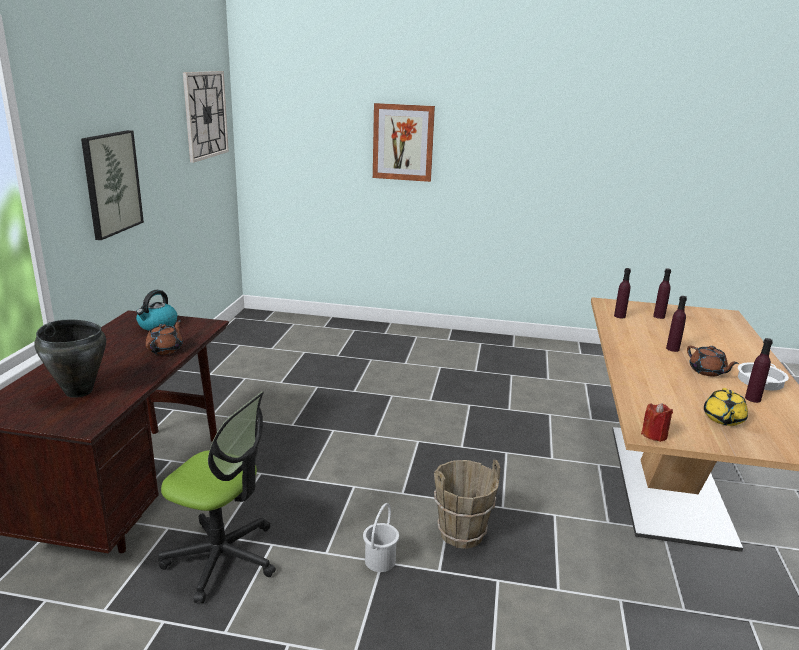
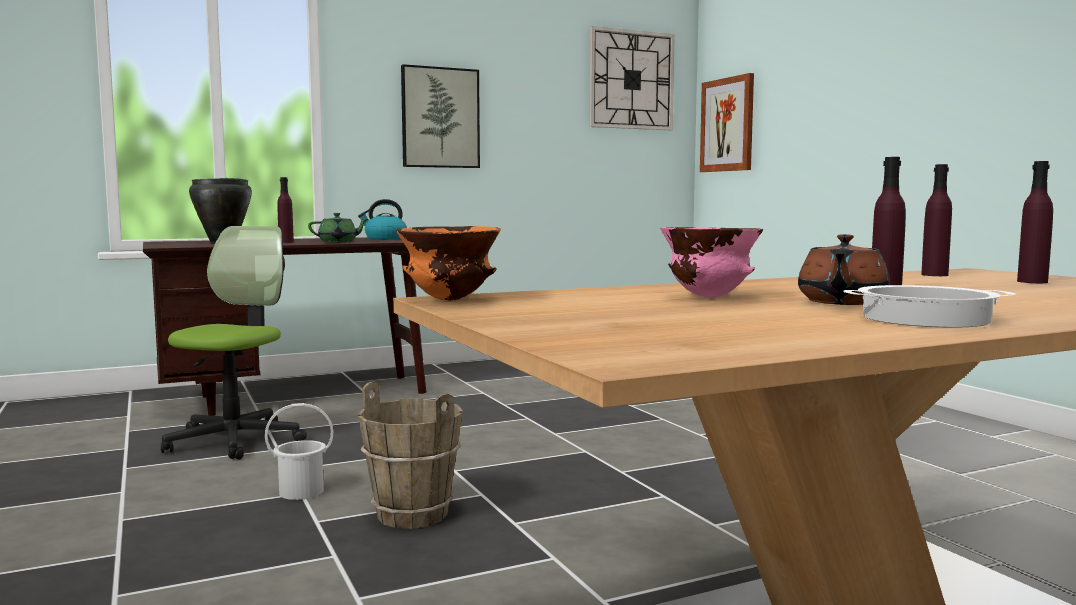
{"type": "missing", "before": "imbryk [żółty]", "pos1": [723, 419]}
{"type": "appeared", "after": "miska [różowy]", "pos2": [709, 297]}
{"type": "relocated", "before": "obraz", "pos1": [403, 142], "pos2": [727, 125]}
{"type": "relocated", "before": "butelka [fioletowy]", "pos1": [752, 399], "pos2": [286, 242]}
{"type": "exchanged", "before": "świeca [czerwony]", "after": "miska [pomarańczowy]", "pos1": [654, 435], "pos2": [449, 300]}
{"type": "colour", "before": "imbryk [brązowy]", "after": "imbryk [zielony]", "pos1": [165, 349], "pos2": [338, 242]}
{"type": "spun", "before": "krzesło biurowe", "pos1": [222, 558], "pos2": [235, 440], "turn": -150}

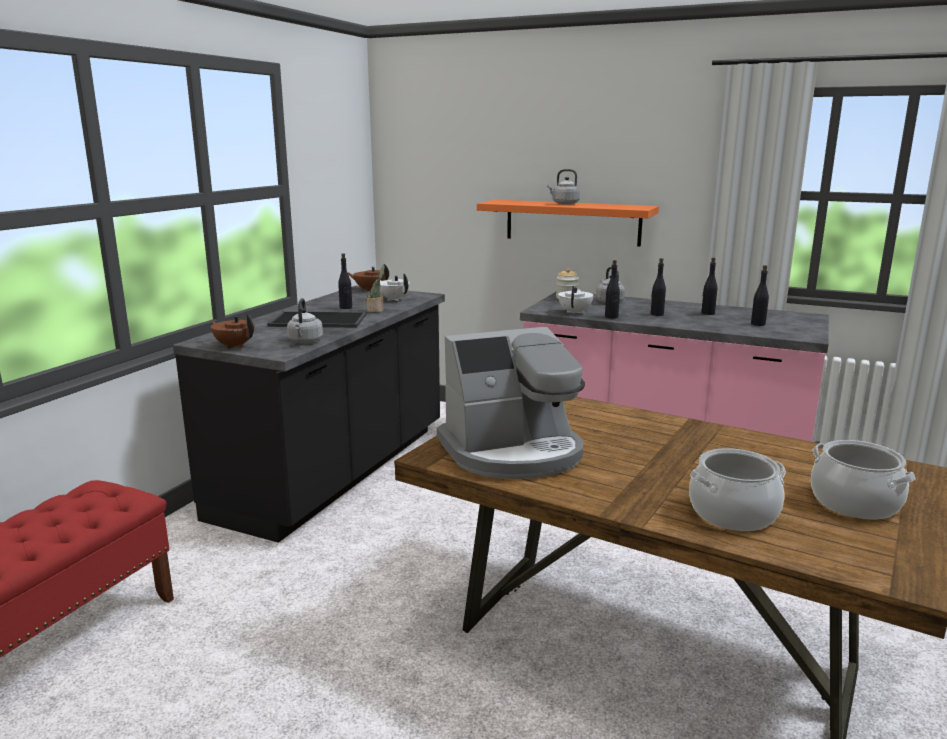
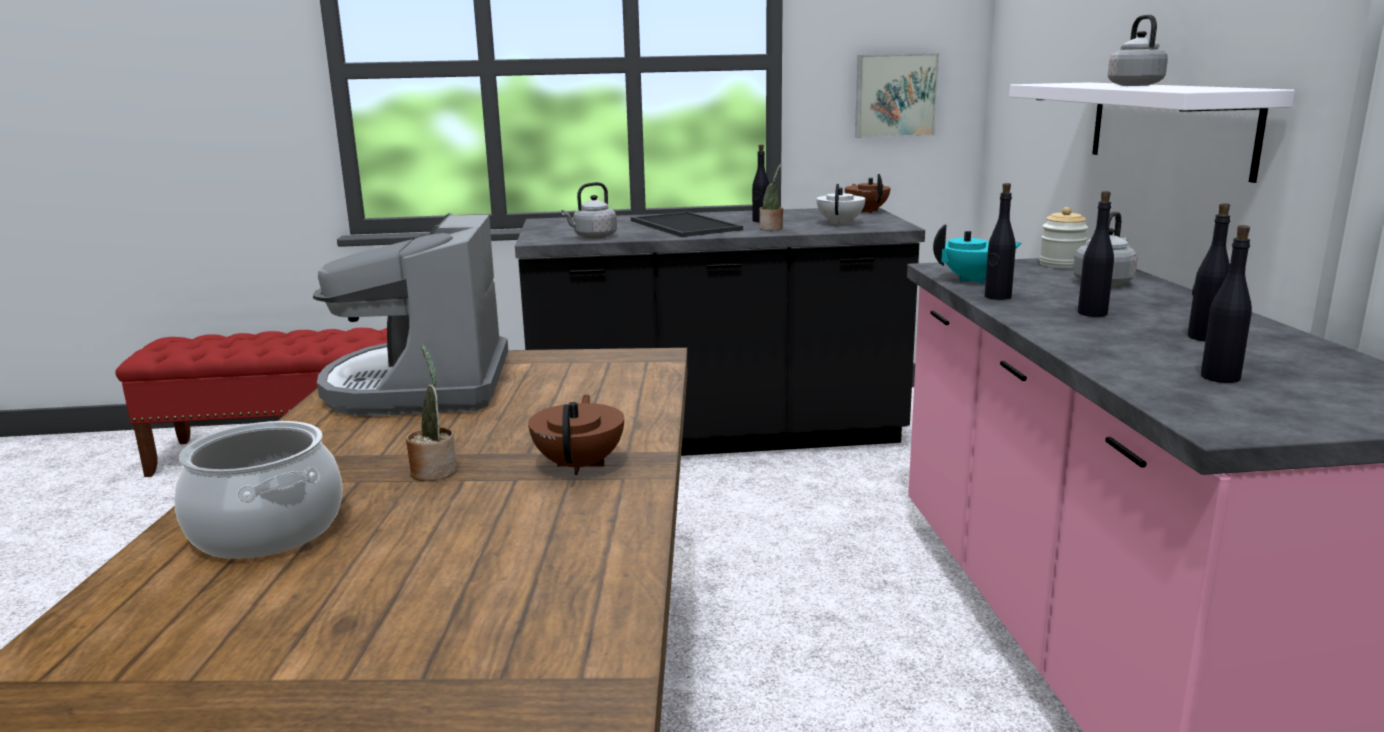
{"type": "missing", "before": "garnek", "pos1": [854, 503]}
{"type": "appeared", "after": "roślina doniczkowa", "pos2": [434, 470]}
{"type": "appeared", "after": "obraz", "pos2": [895, 95]}
{"type": "relocated", "before": "imbryk [brązowy]", "pos1": [234, 346], "pos2": [580, 465]}
{"type": "colour", "before": "półka [pomarańczowy]", "after": "półka [biały]", "pos1": [572, 222], "pos2": [1169, 126]}
{"type": "colour", "before": "imbryk [biały]", "after": "imbryk [turkusowy]", "pos1": [575, 312], "pos2": [975, 280]}
{"type": "spun", "before": "ekspres do kawy", "pos1": [513, 452], "pos2": [421, 387], "turn": 45}

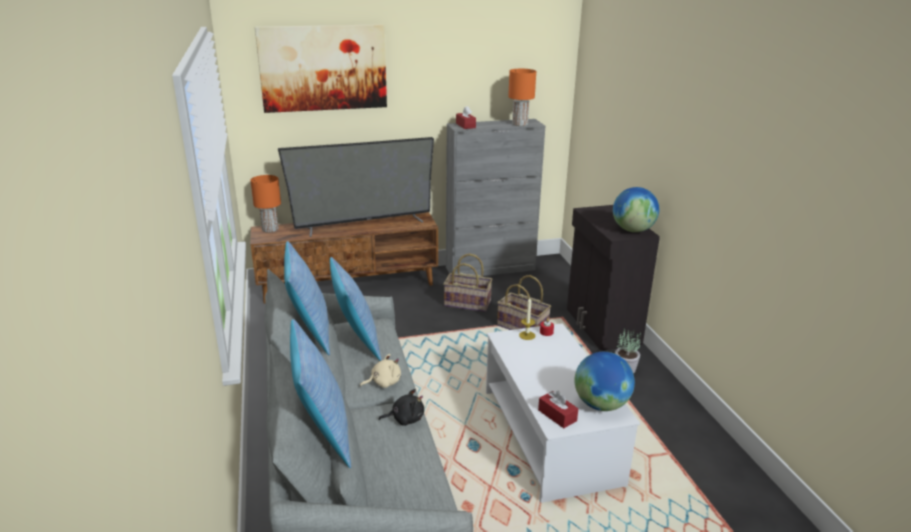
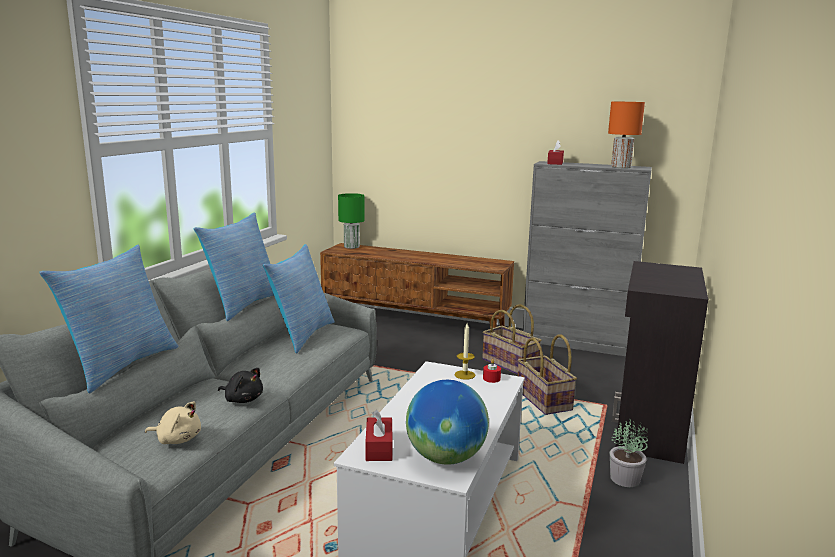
{"type": "missing", "before": "obraz", "pos1": [323, 68]}
{"type": "missing", "before": "telewizor", "pos1": [363, 224]}
{"type": "missing", "before": "globus", "pos1": [633, 230]}
{"type": "relocated", "before": "pluszak [beżowy]", "pos1": [383, 382], "pos2": [177, 439]}
{"type": "colour", "before": "lampa stołowa [pomarańczowy]", "after": "lampa stołowa [zielony]", "pos1": [270, 229], "pos2": [351, 247]}

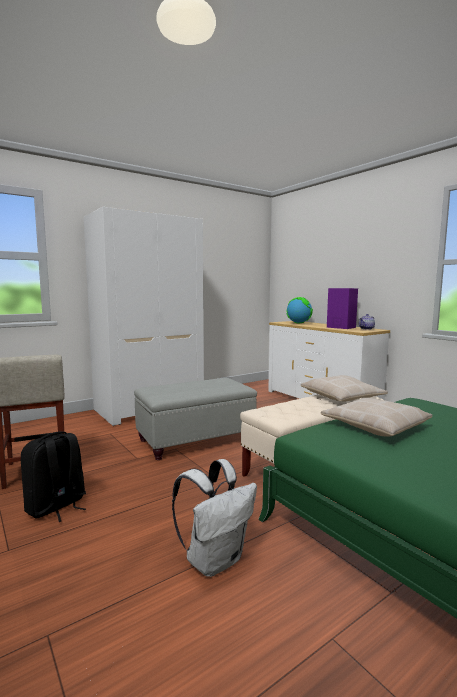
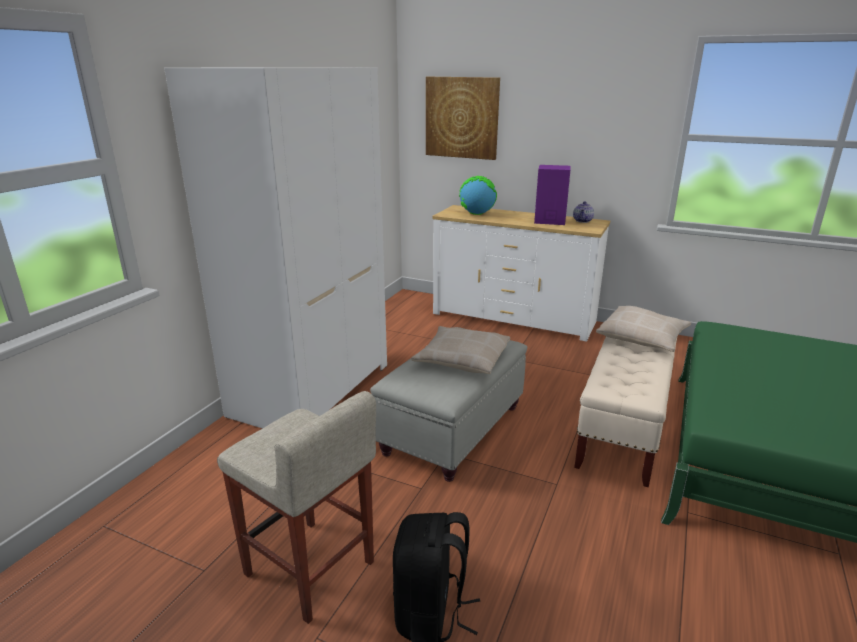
{"type": "missing", "before": "plecak [biały]", "pos1": [215, 560]}
{"type": "appeared", "after": "obraz", "pos2": [462, 118]}
{"type": "relocated", "before": "poduszka [beżowy]", "pos1": [374, 426], "pos2": [462, 359]}

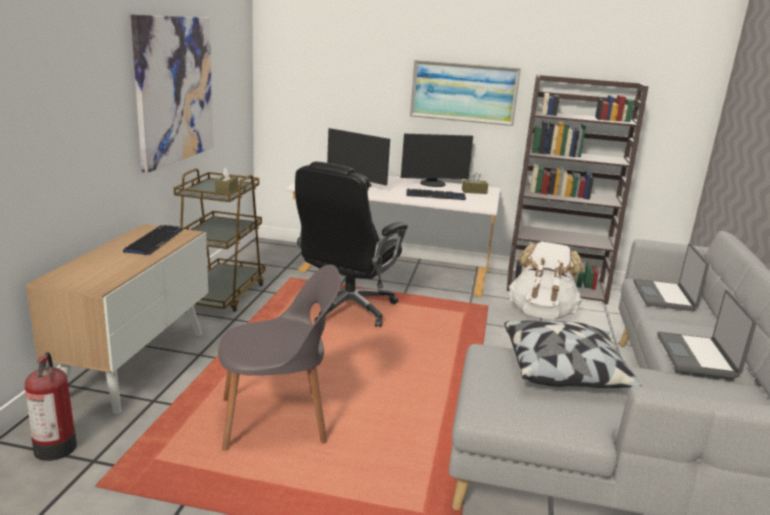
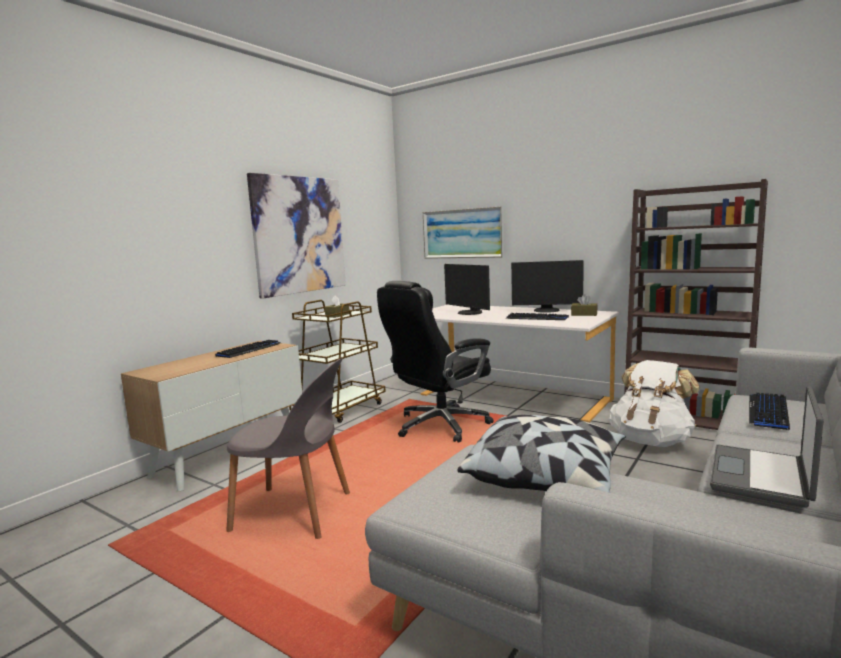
{"type": "missing", "before": "gaśnica", "pos1": [55, 446]}
{"type": "relocated", "before": "obraz", "pos1": [464, 92], "pos2": [462, 233]}
{"type": "exchanged", "before": "laptop", "after": "klawiatura", "pos1": [665, 296], "pos2": [768, 412]}

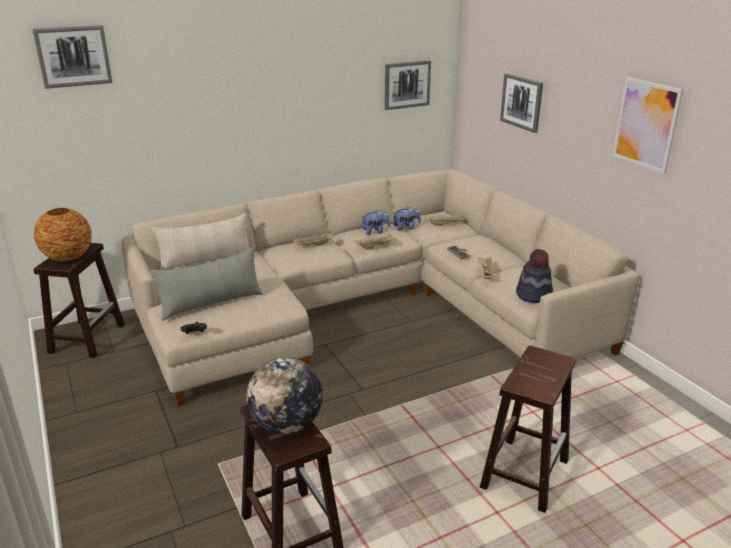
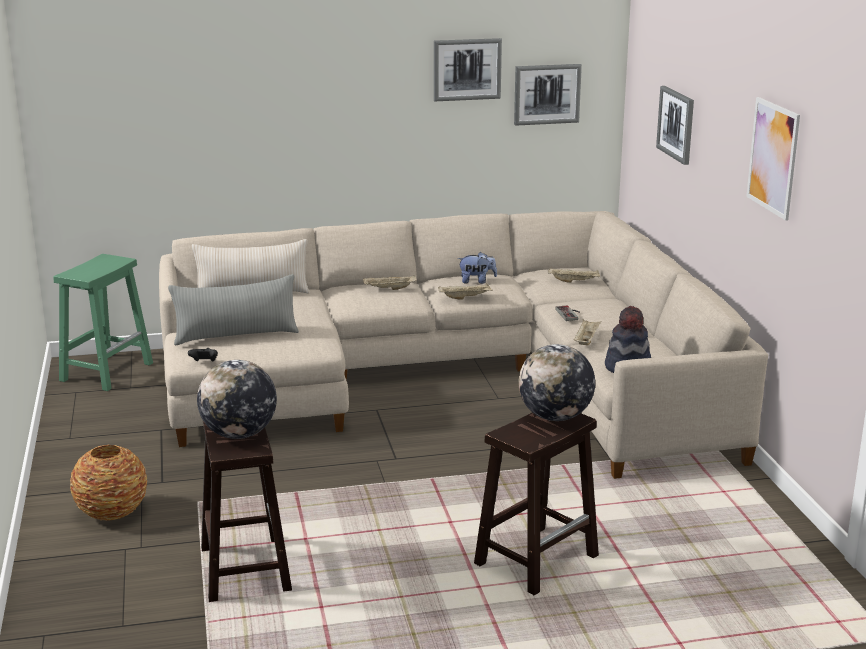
{"type": "missing", "before": "pluszak", "pos1": [406, 228]}
{"type": "appeared", "after": "globus", "pos2": [555, 417]}
{"type": "relocated", "before": "obraz", "pos1": [73, 56], "pos2": [467, 69]}
{"type": "relocated", "before": "wazon", "pos1": [68, 256], "pos2": [112, 512]}
{"type": "colour", "before": "stołek [brązowy]", "after": "stołek [zielony]", "pos1": [88, 338], "pos2": [107, 371]}

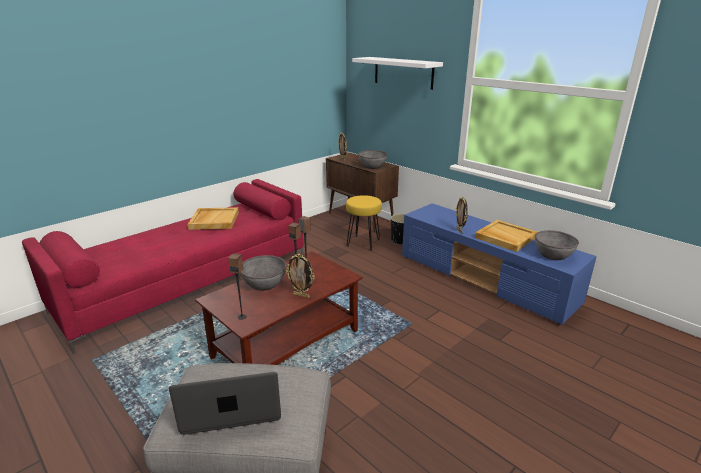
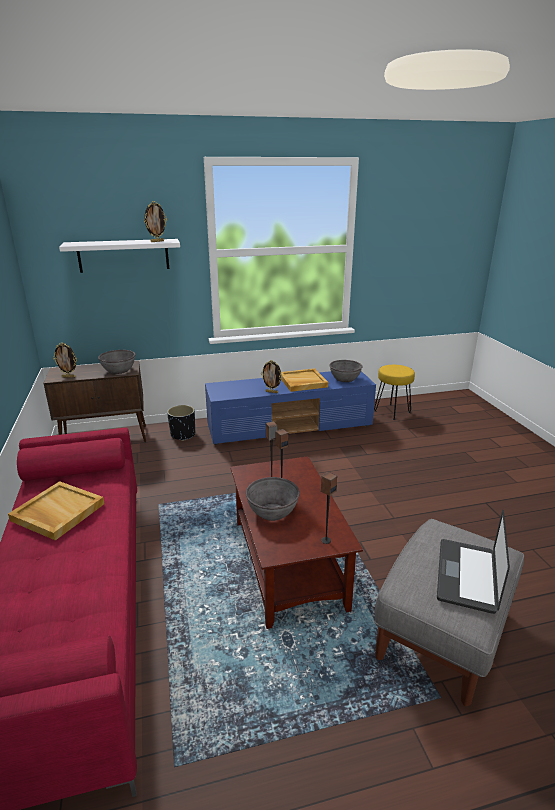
{"type": "relocated", "before": "ramka na zdjęcie", "pos1": [301, 295], "pos2": [157, 241]}
{"type": "relocated", "before": "stołek [żółty]", "pos1": [363, 243], "pos2": [392, 411]}

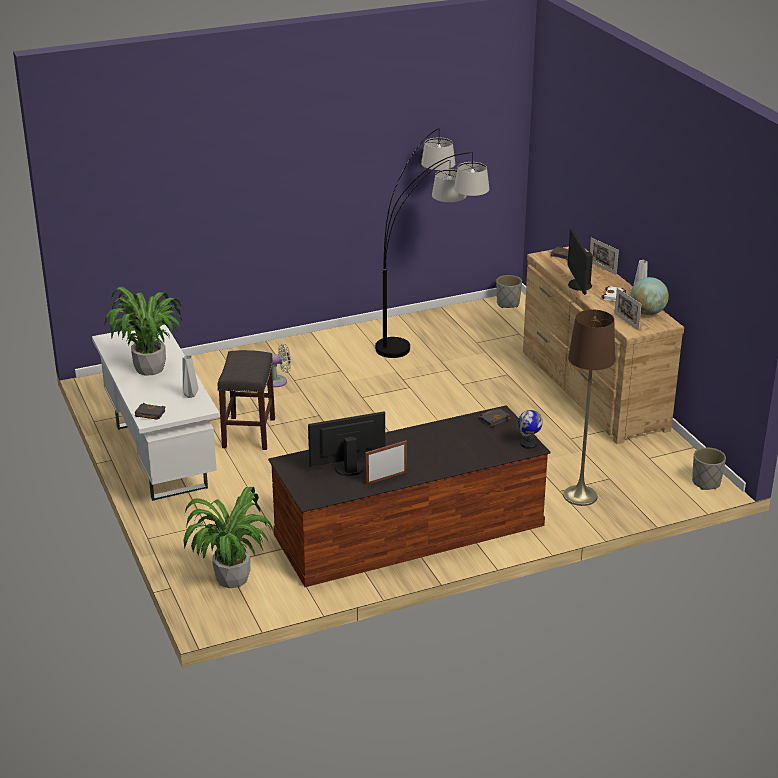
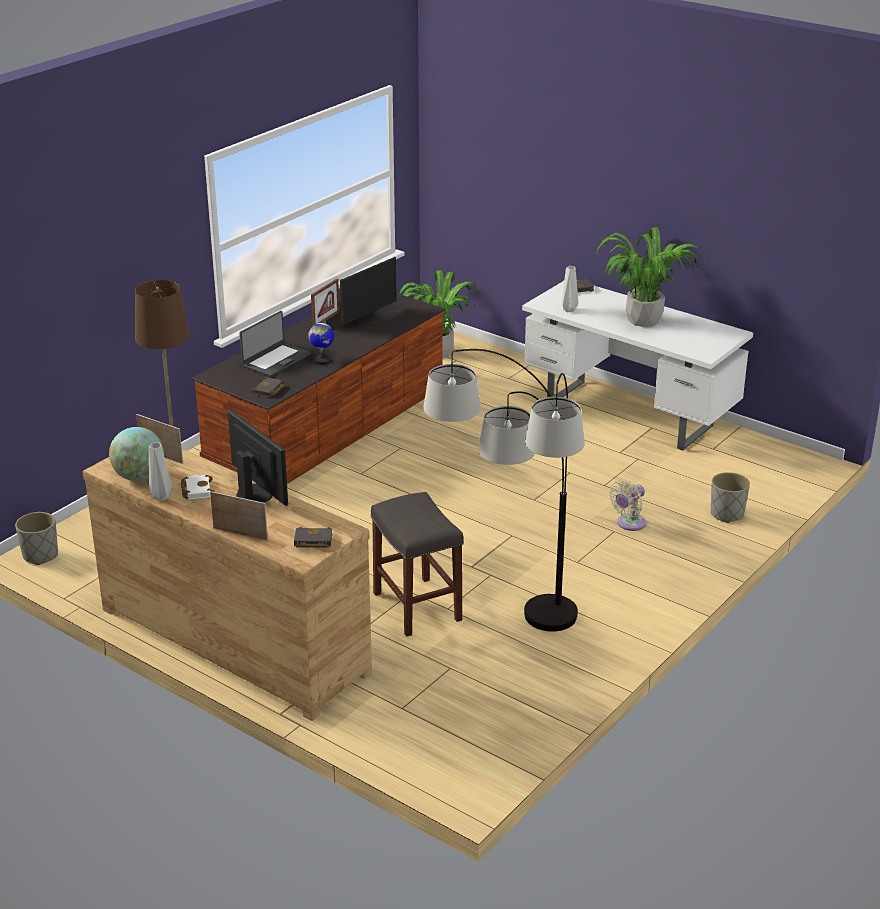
{"type": "appeared", "after": "laptop", "pos2": [275, 360]}
{"type": "relocated", "before": "stołek [szary]", "pos1": [249, 433], "pos2": [416, 606]}
{"type": "relocated", "before": "donica [szary]", "pos1": [508, 304], "pos2": [727, 514]}
{"type": "relocated", "before": "globus", "pos1": [529, 444], "pos2": [322, 360]}

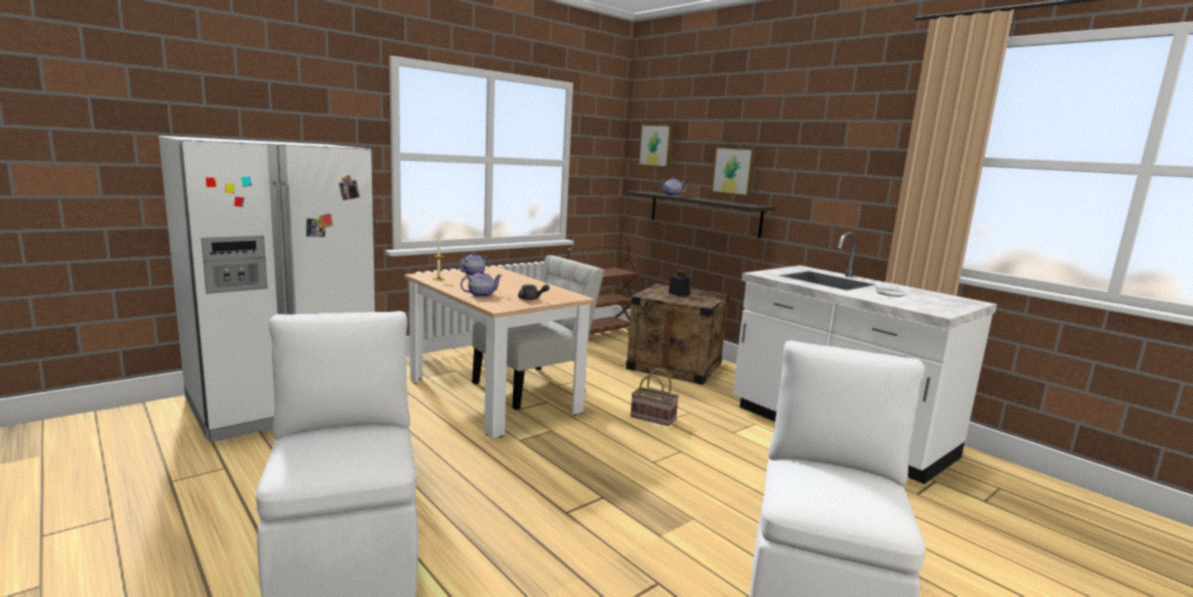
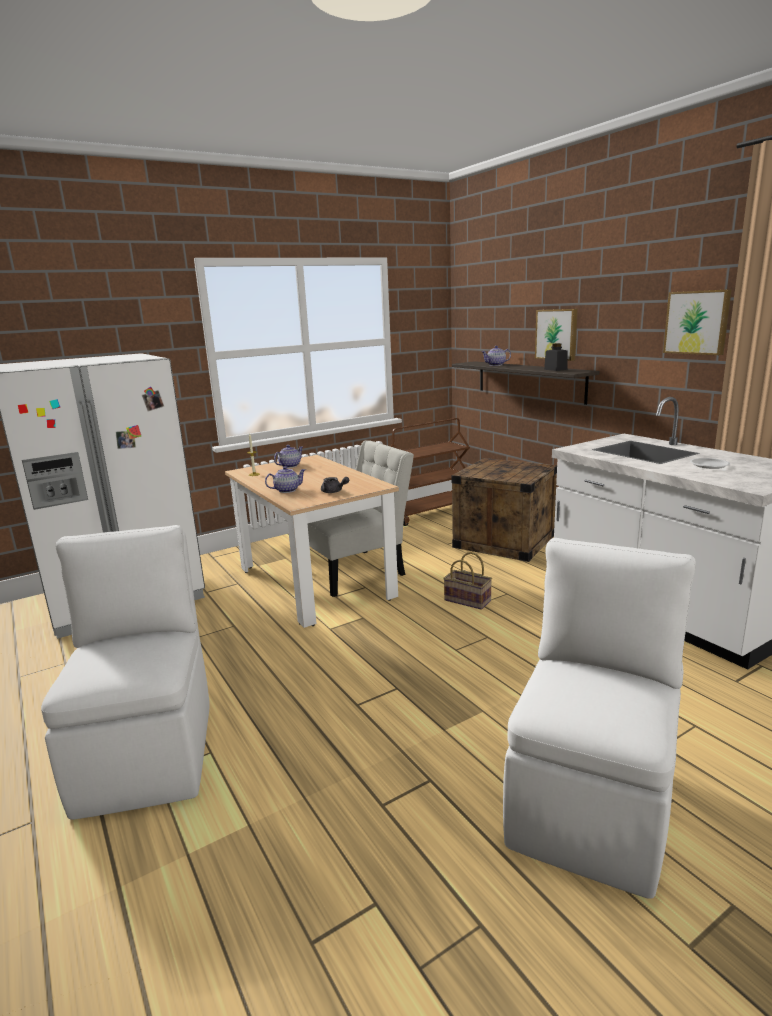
{"type": "relocated", "before": "obraz", "pos1": [657, 145], "pos2": [697, 322]}
{"type": "relocated", "before": "słoik [czarny]", "pos1": [678, 294], "pos2": [555, 369]}

